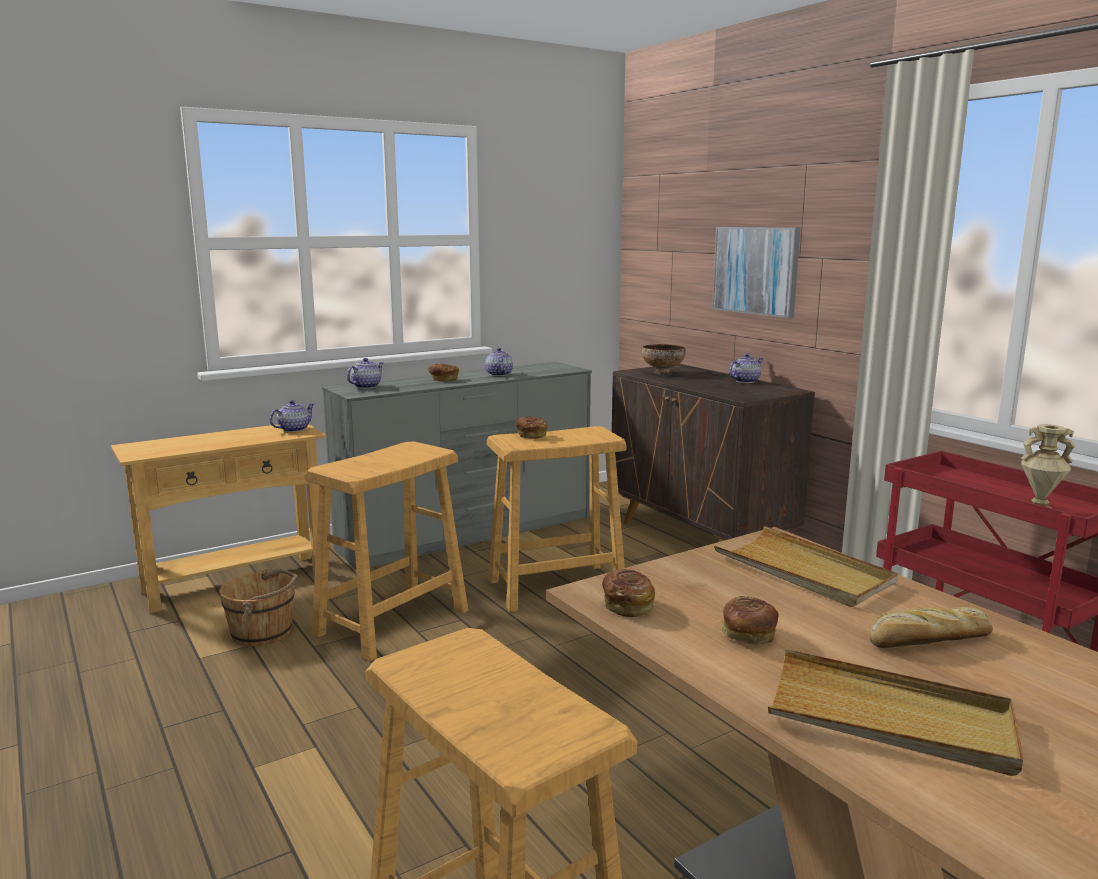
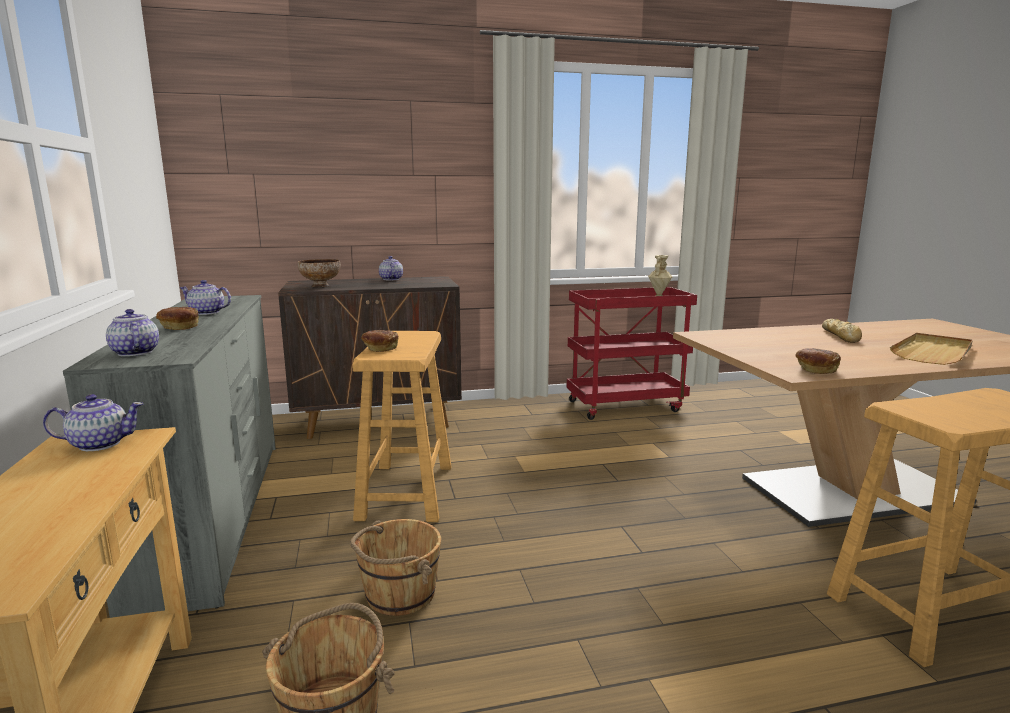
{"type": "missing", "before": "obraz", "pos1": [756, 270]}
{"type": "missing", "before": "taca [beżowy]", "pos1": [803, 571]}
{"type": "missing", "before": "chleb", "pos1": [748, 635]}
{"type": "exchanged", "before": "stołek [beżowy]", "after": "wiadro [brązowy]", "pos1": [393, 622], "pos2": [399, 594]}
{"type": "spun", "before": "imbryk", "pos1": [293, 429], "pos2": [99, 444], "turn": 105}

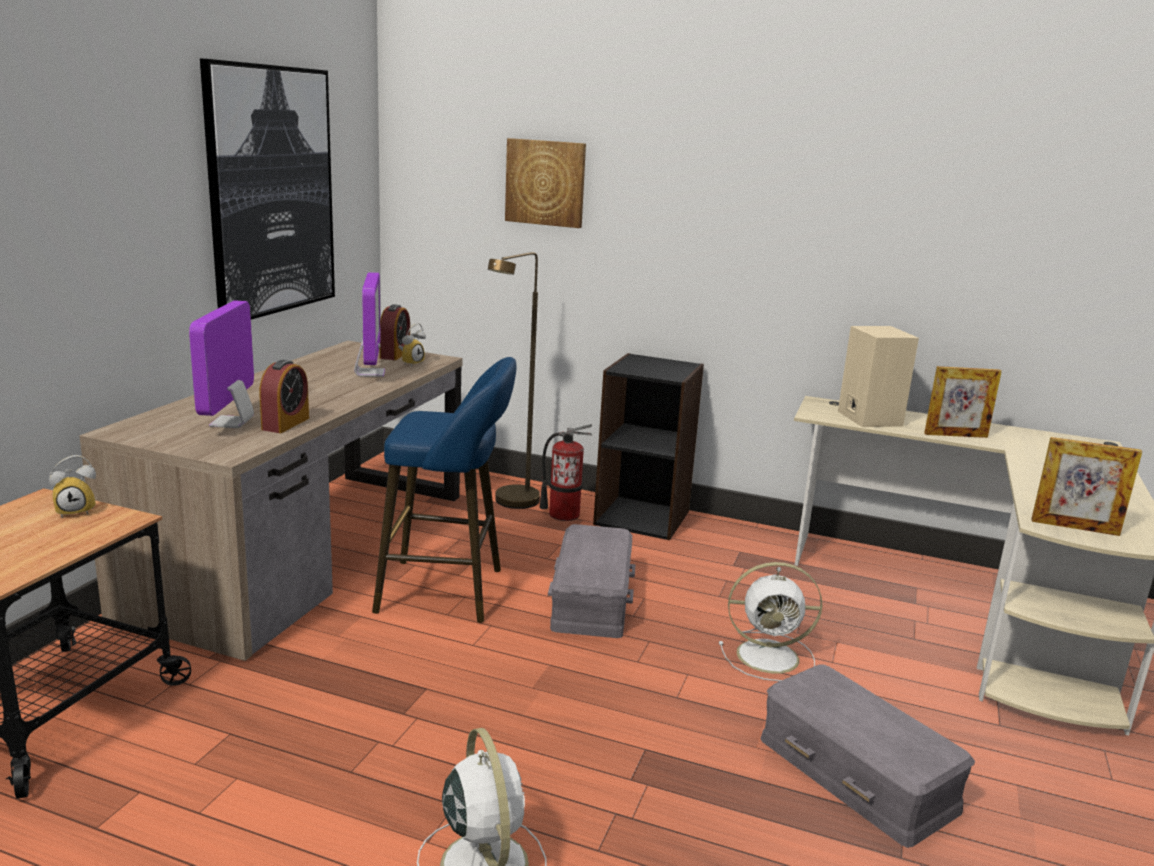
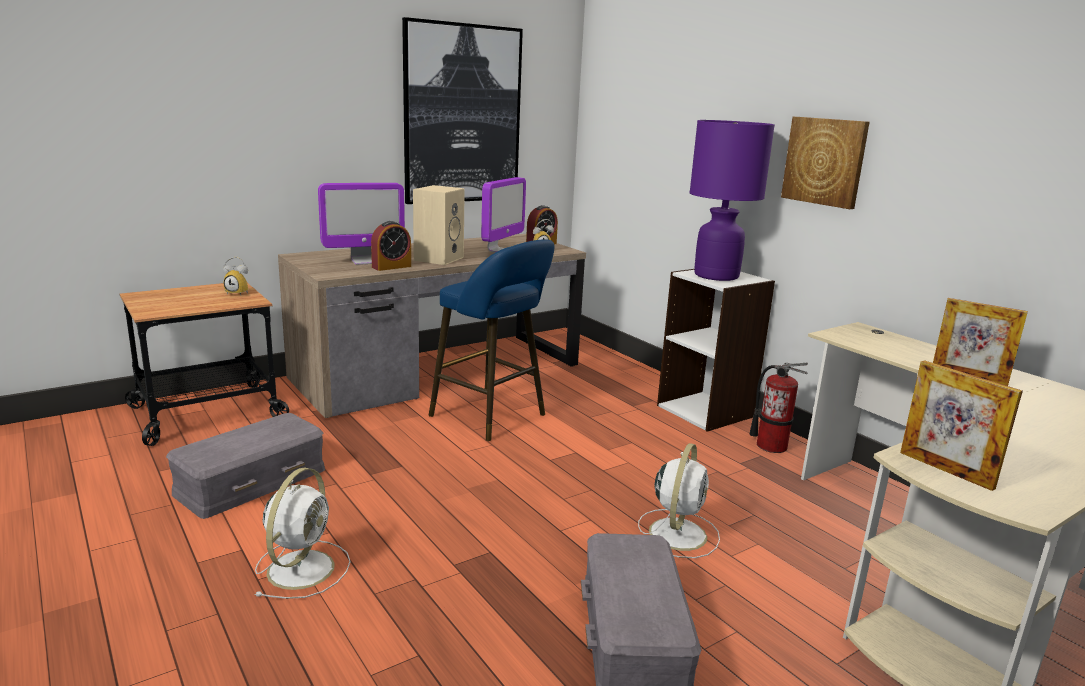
{"type": "missing", "before": "lampa stojąca [brązowy]", "pos1": [512, 504]}
{"type": "appeared", "after": "lampa stołowa [fioletowy]", "pos2": [716, 276]}
{"type": "relocated", "before": "obraz", "pos1": [545, 183], "pos2": [825, 161]}
{"type": "relocated", "before": "gaśnica", "pos1": [563, 514], "pos2": [771, 446]}
{"type": "relocated", "before": "pojemnik do przechowywania [szary]", "pos1": [590, 598], "pos2": [250, 480]}
{"type": "relocated", "before": "głośnik [beżowy]", "pos1": [867, 418], "pos2": [438, 258]}
{"type": "colour", "before": "regał [czarny]", "after": "regał [biały]", "pos1": [642, 517], "pos2": [706, 411]}
{"type": "spun", "before": "monitor", "pos1": [232, 423], "pos2": [363, 261], "turn": -150}
{"type": "spun", "before": "wentylator [biały]", "pos1": [770, 656], "pos2": [678, 532], "turn": -105}

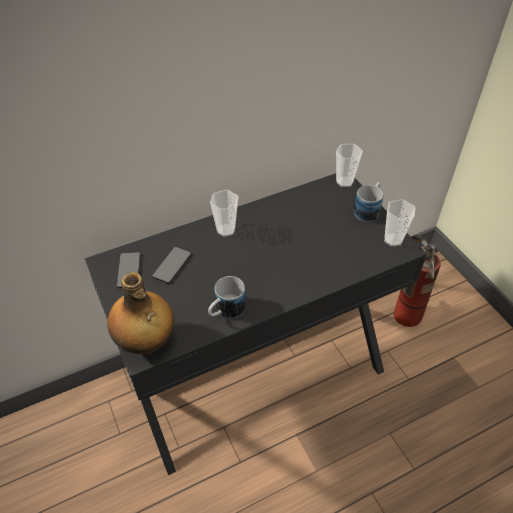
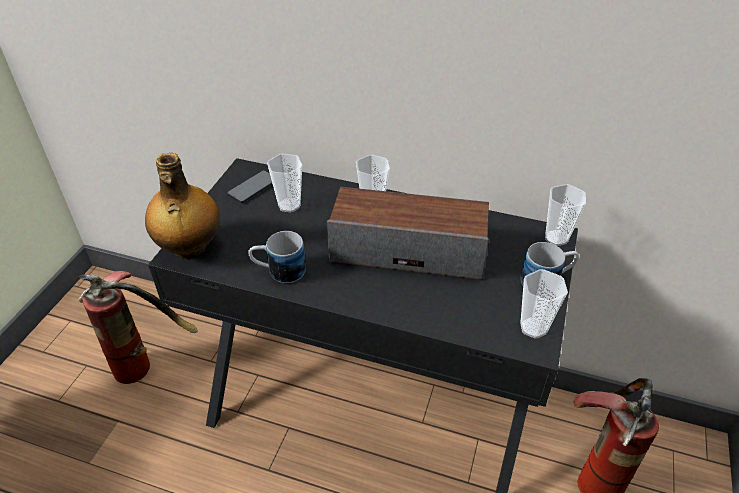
{"type": "appeared", "after": "gaśnica", "pos2": [146, 362]}
{"type": "appeared", "after": "głośnik", "pos2": [408, 250]}
{"type": "exchanged", "before": "telefon", "after": "filiżanka", "pos1": [172, 265], "pos2": [289, 205]}

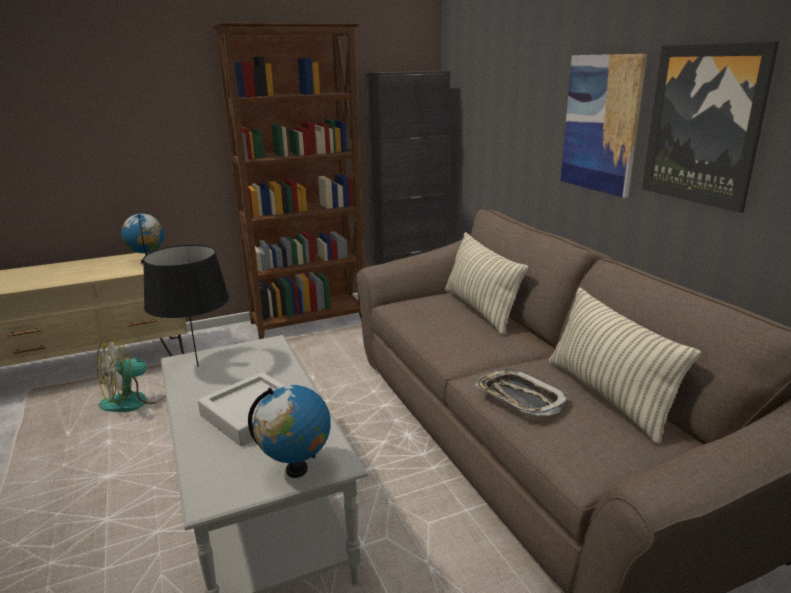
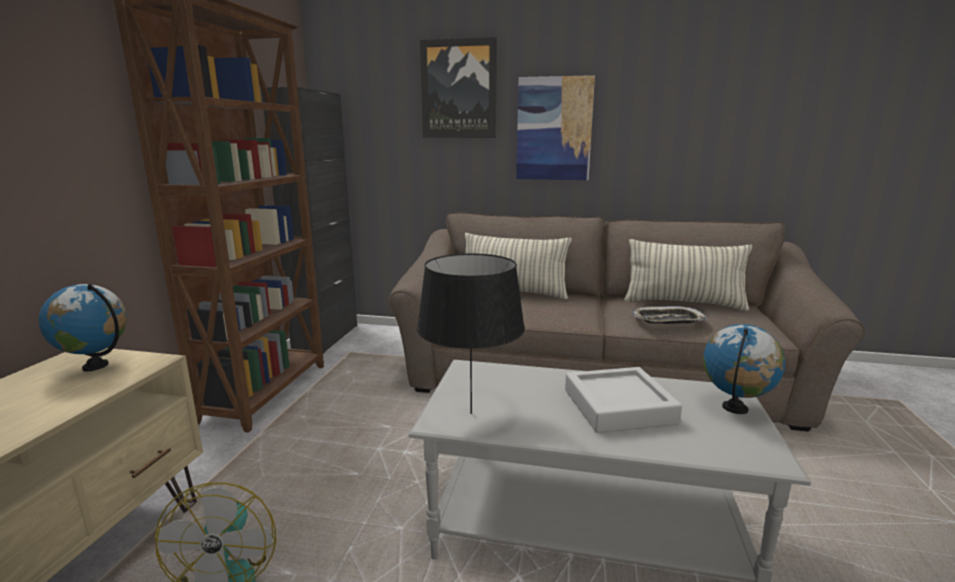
{"type": "relocated", "before": "obraz", "pos1": [704, 125], "pos2": [459, 89]}

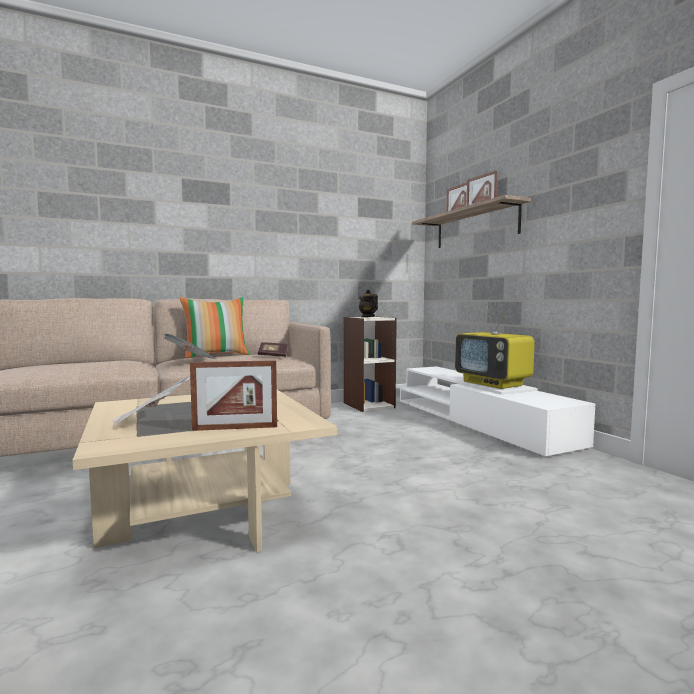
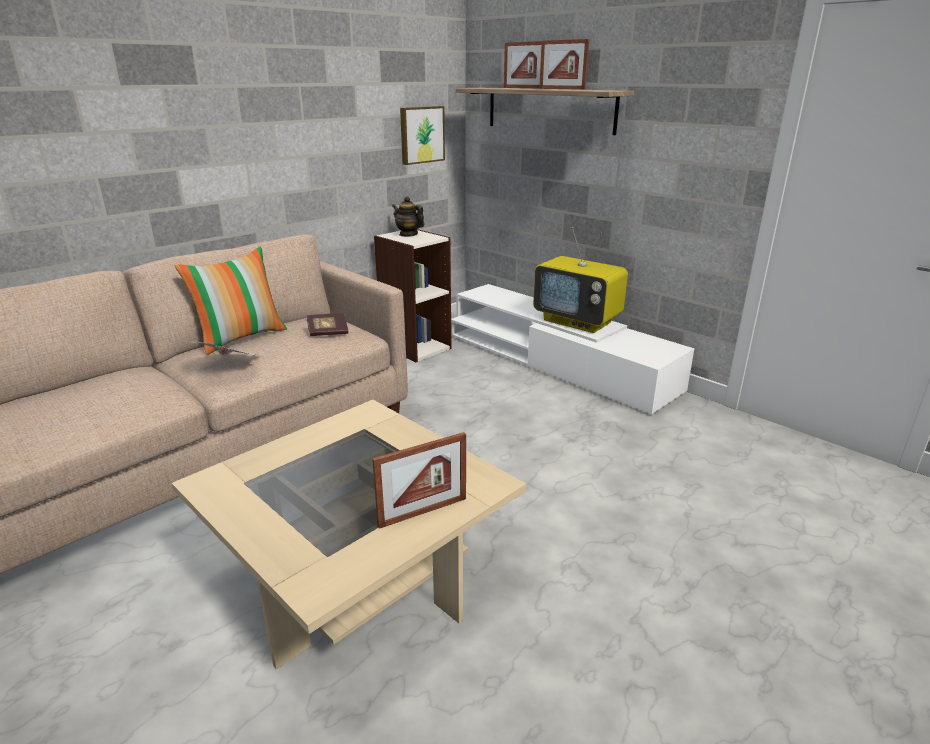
{"type": "missing", "before": "gazeta", "pos1": [150, 421]}
{"type": "appeared", "after": "obraz", "pos2": [421, 134]}

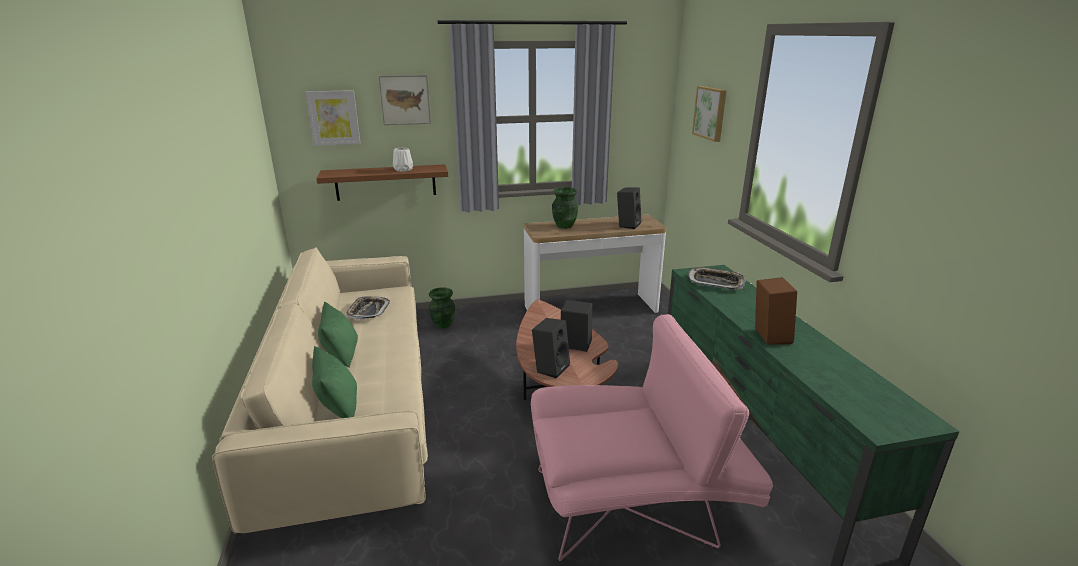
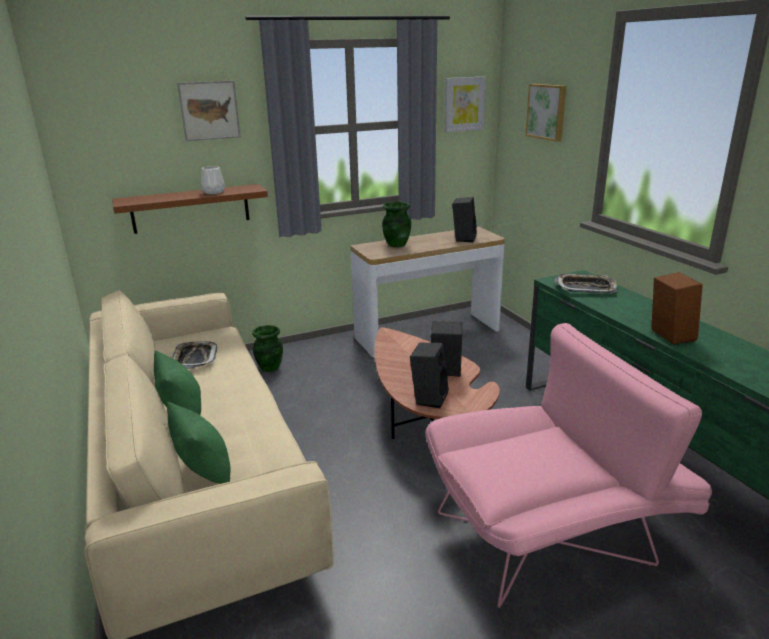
{"type": "relocated", "before": "obraz", "pos1": [333, 118], "pos2": [464, 104]}

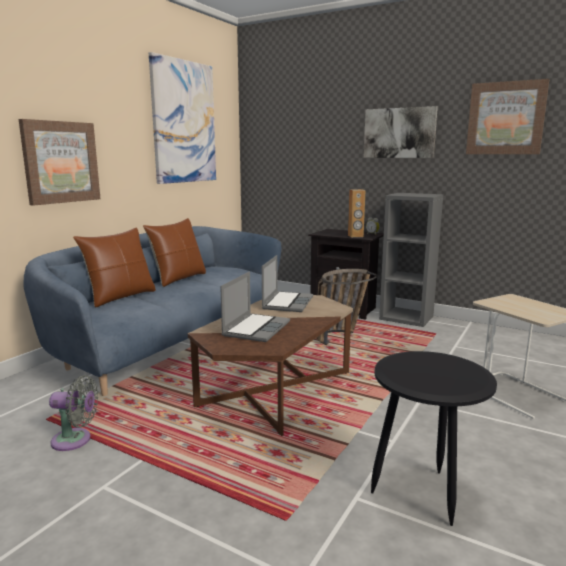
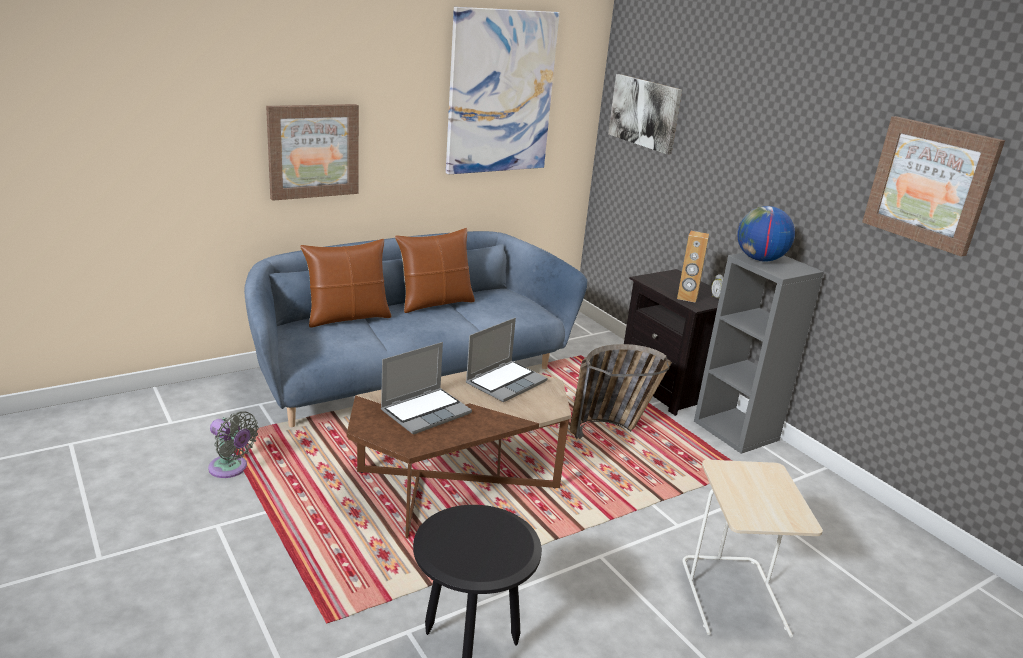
{"type": "appeared", "after": "globus", "pos2": [759, 259]}
{"type": "relocated", "before": "obraz", "pos1": [399, 133], "pos2": [645, 113]}

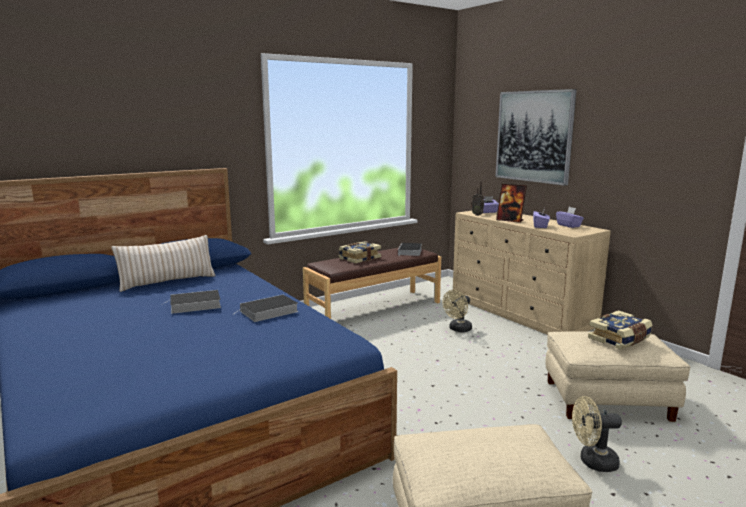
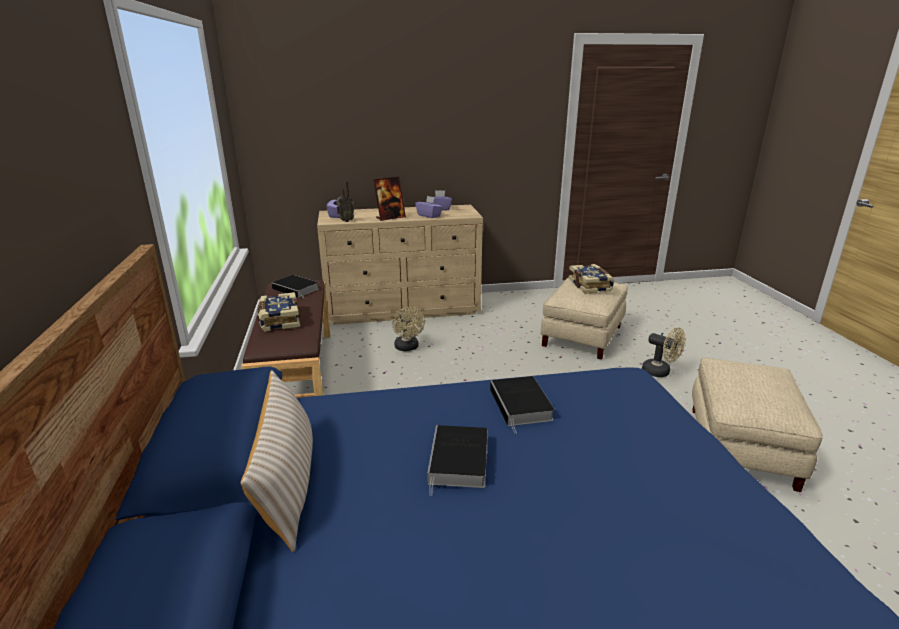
{"type": "missing", "before": "obraz", "pos1": [534, 136]}
{"type": "spun", "before": "wentylator [beżowy]", "pos1": [592, 462], "pos2": [660, 372], "turn": -75}

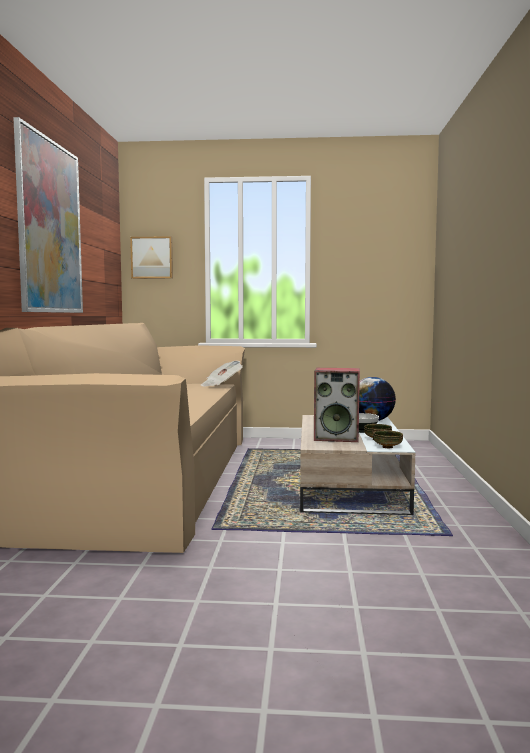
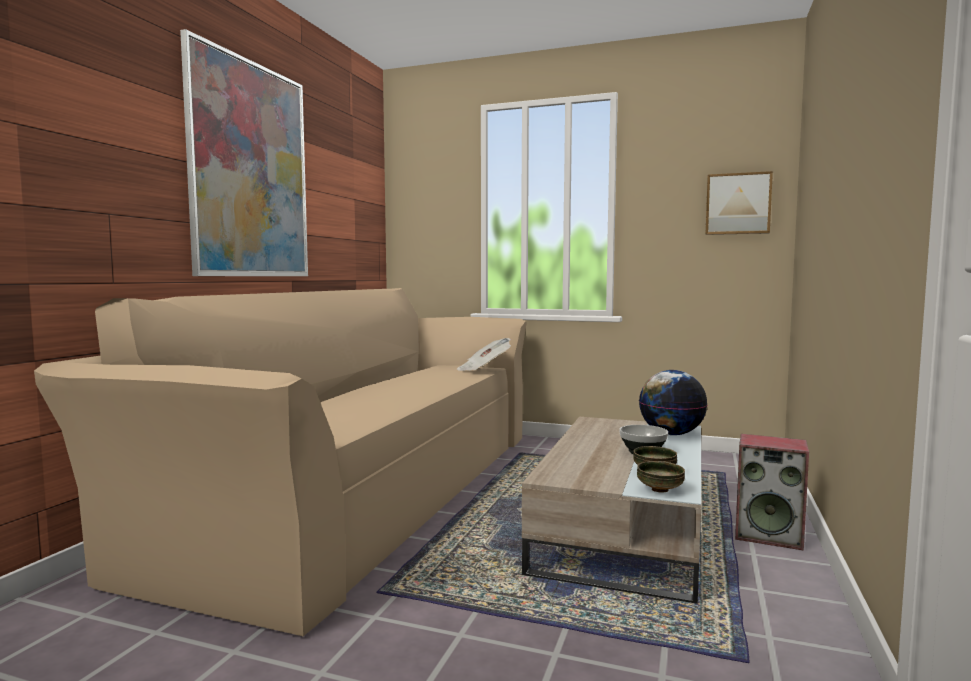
{"type": "relocated", "before": "obraz", "pos1": [152, 258], "pos2": [737, 204]}
{"type": "relocated", "before": "głośnik", "pos1": [337, 437], "pos2": [769, 535]}

